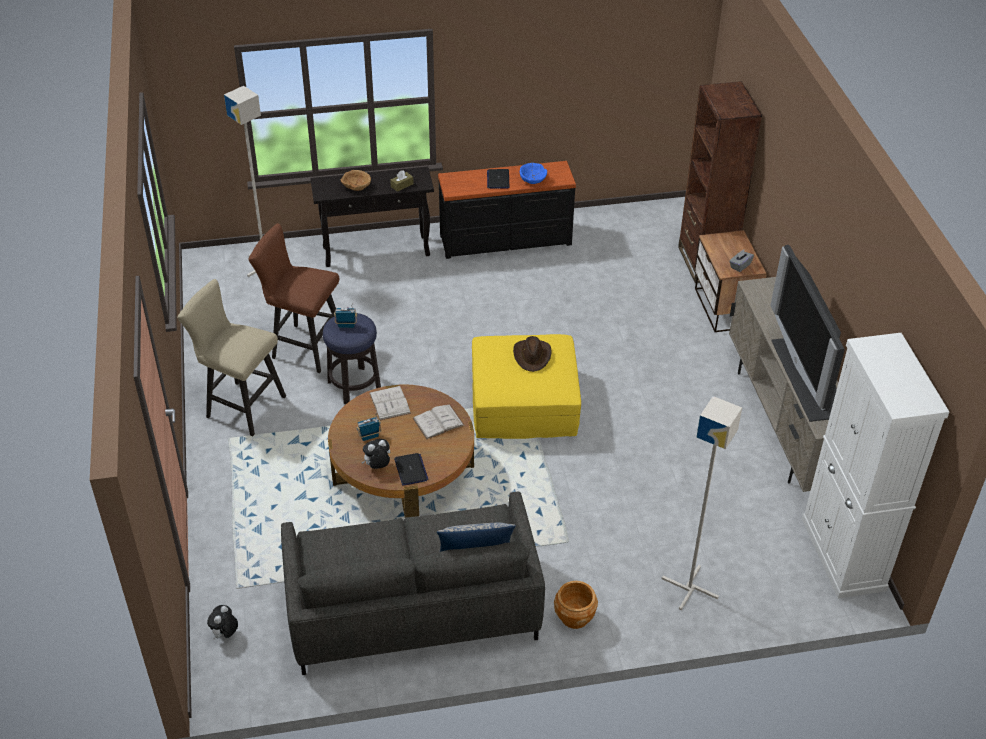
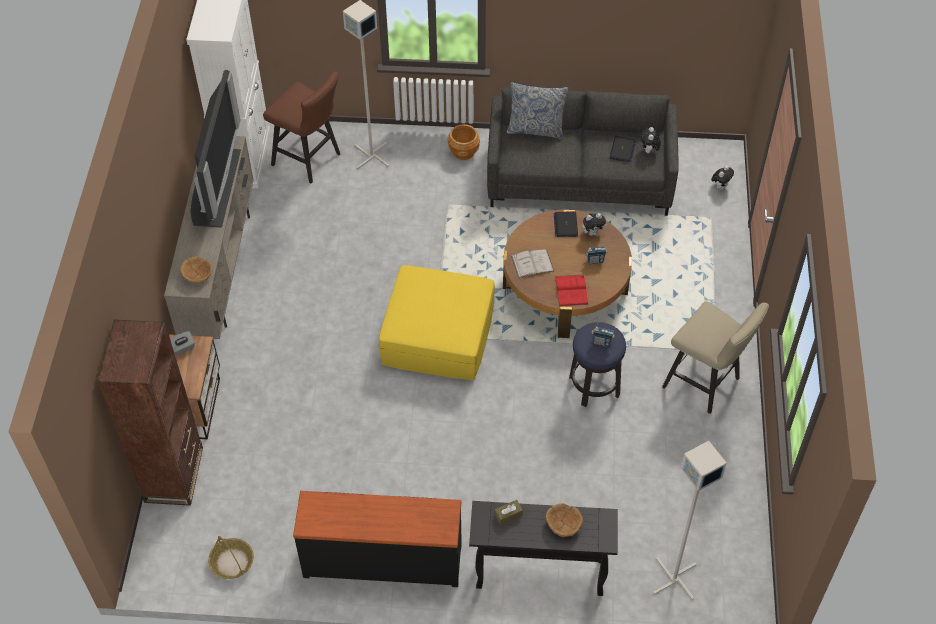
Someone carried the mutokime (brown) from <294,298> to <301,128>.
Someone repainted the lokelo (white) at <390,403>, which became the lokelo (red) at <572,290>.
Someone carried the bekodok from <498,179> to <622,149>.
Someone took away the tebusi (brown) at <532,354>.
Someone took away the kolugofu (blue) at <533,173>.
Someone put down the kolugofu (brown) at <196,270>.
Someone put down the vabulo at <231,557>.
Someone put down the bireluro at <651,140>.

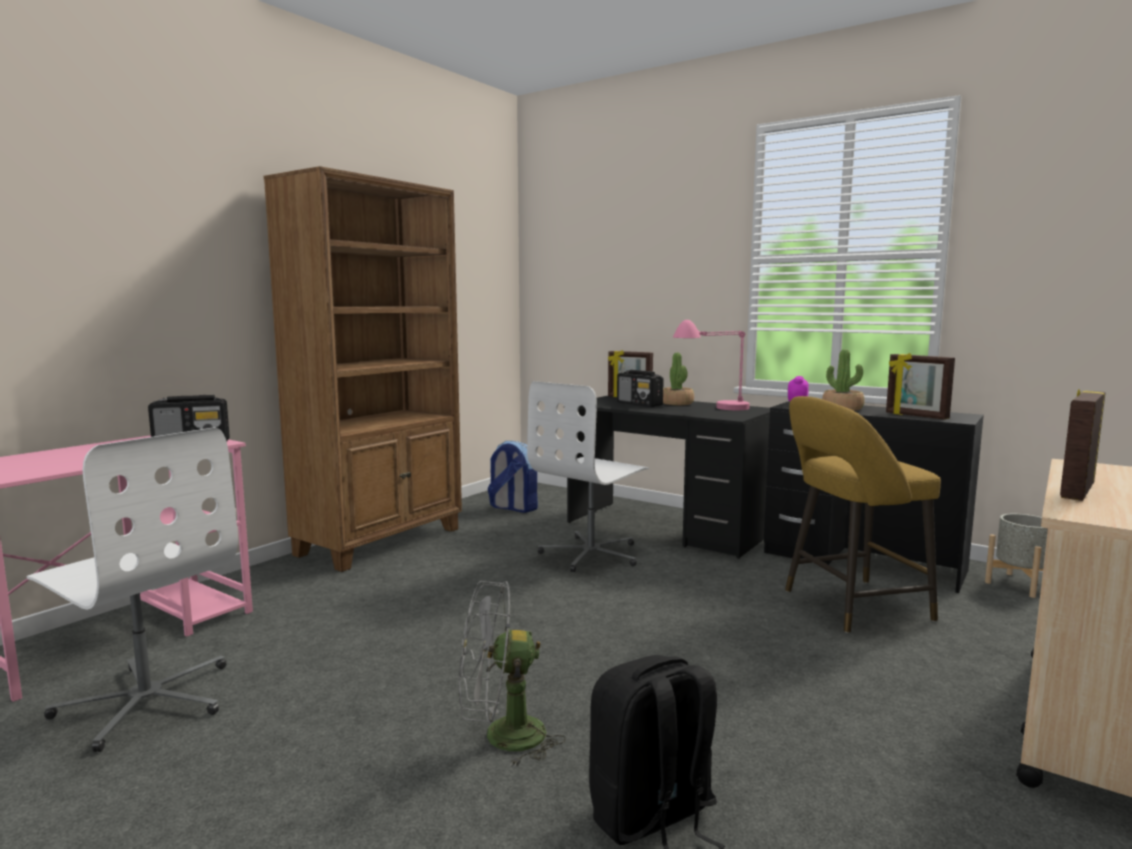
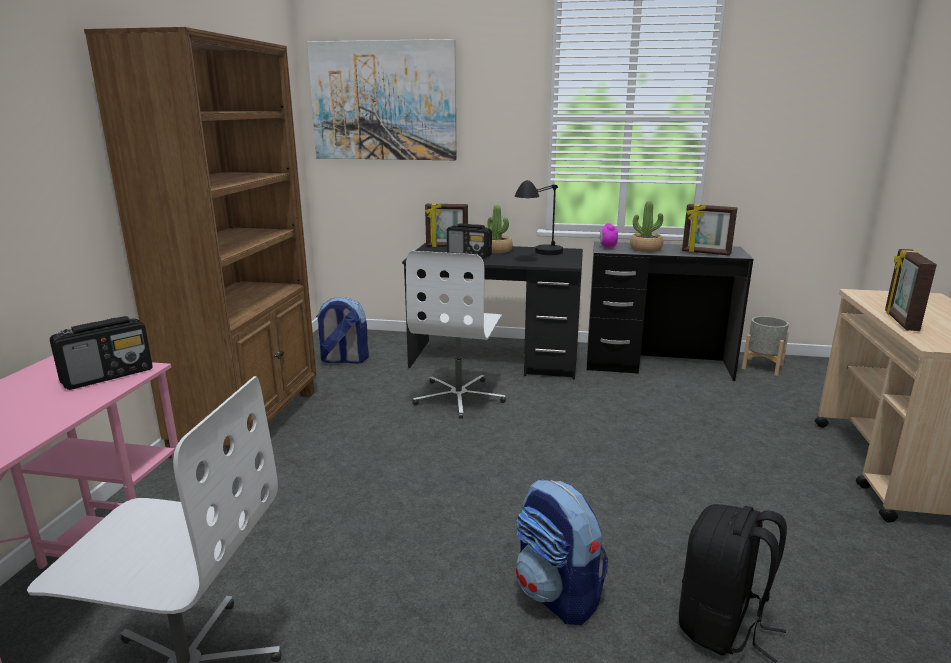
Someone swapped the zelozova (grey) at <512,674> for the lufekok at <562,552>.
Someone repainted the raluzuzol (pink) at <711,365>, which became the raluzuzol (black) at <539,217>.
Someone took away the mutokime (yellow) at <863,514>.
Someone put up the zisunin at <382,99>.

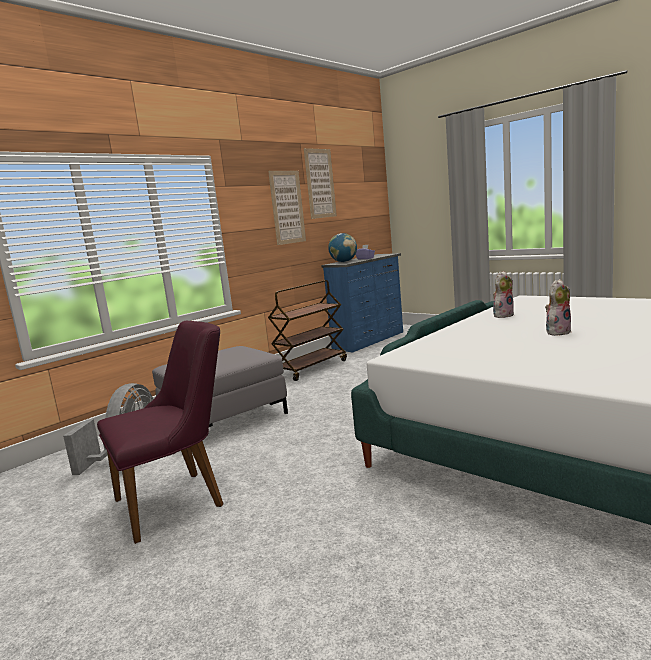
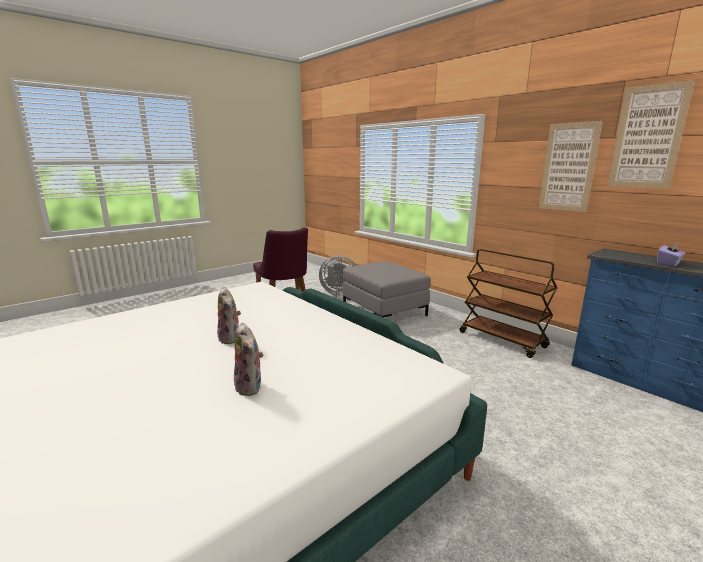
Someone took away the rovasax at <342,247>.
Someone carried the bireluro from <503,294> to <248,359>.

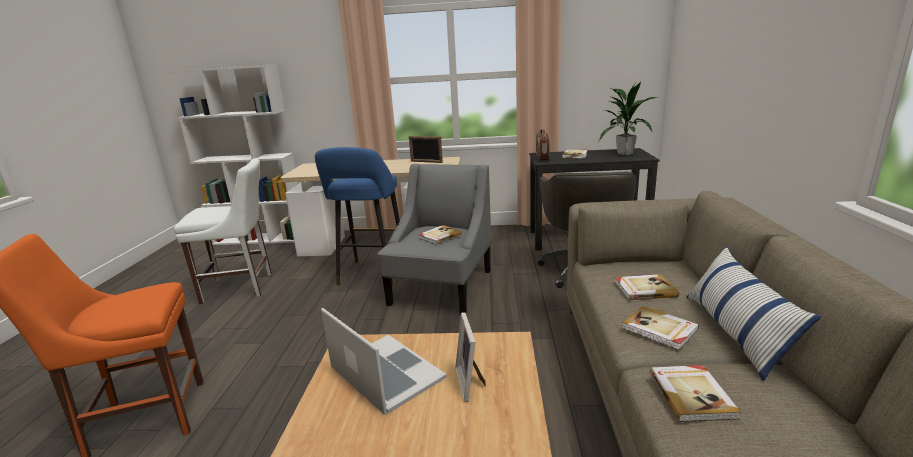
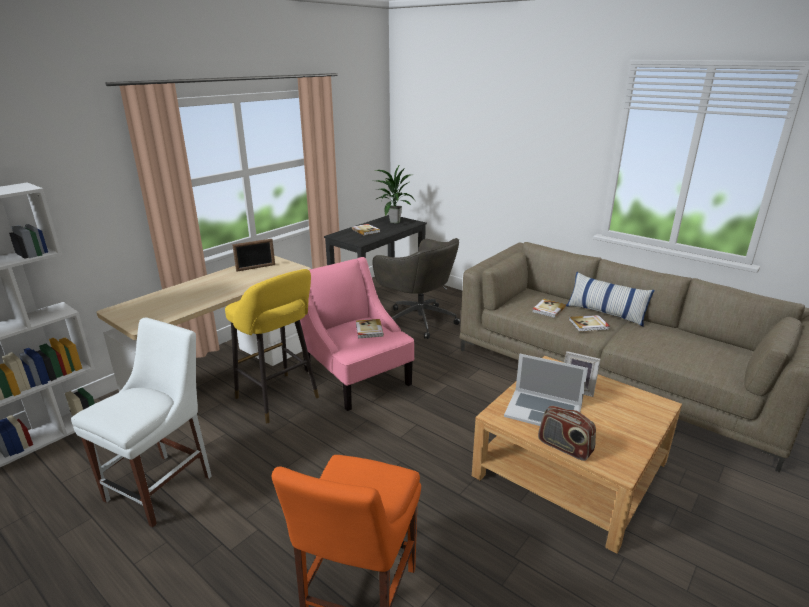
Someone repainted the mutokime (blue) at <357,216>, which became the mutokime (yellow) at <272,346>.
Someone rotated the bekodok at <384,361> by 150 degrees counterclockwise.
Someone repainted the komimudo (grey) at <434,239>, which became the komimudo (pink) at <357,334>.
Someone carried the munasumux from <543,145> to <567,433>.
Someone took away the lokelo at <695,393>.

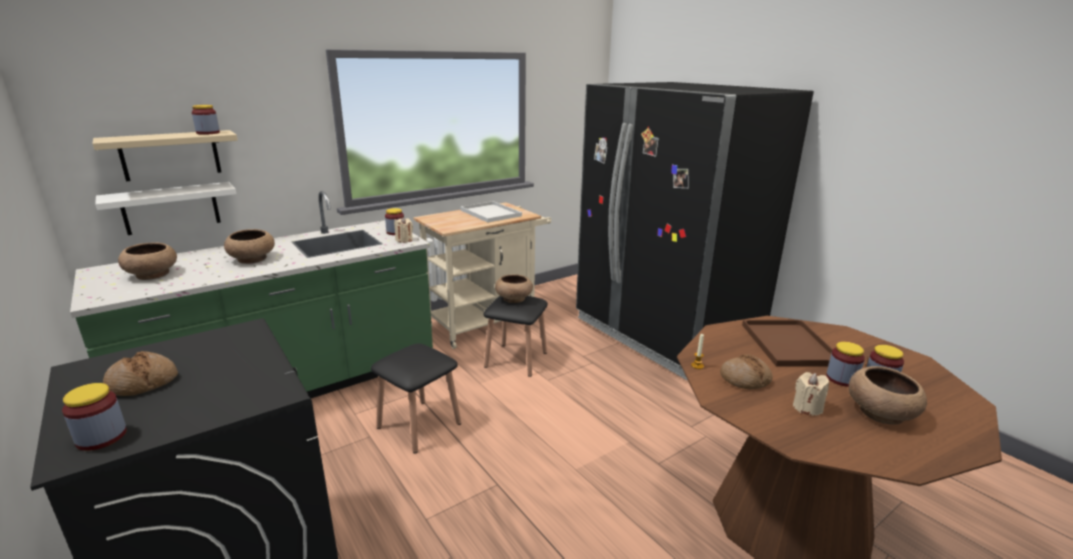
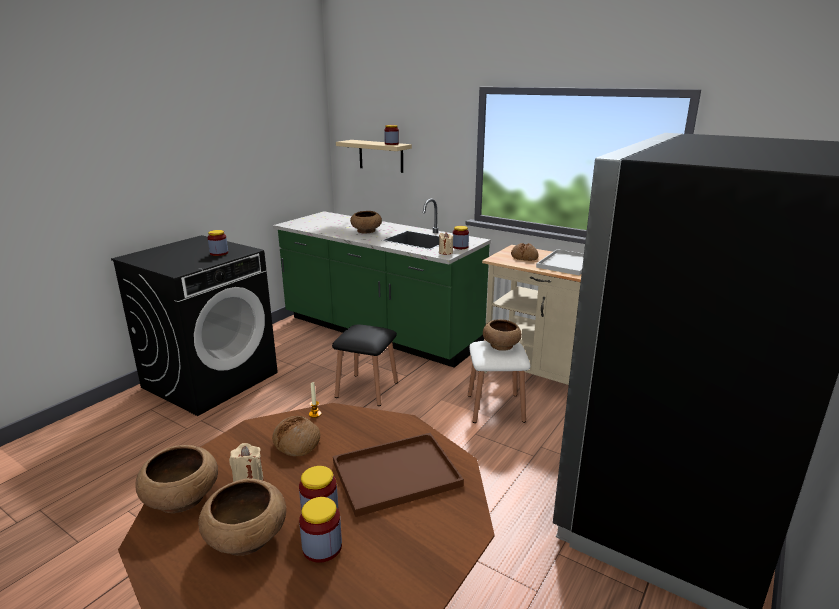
Someone carried the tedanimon from <94,417> to <218,243>.
Someone took away the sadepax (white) at <165,208>.
Someone carried the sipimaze from <140,373> to <525,252>.
Someone carried the kolugofu (brown) from <147,261> to <177,479>.
Someone repainted the mutokime (black) at <515,336>, which became the mutokime (white) at <499,382>.

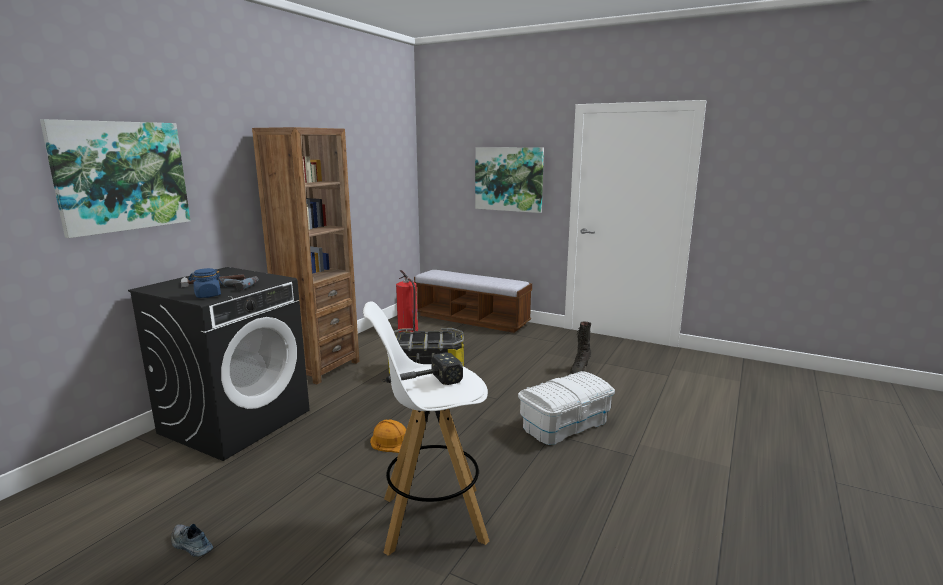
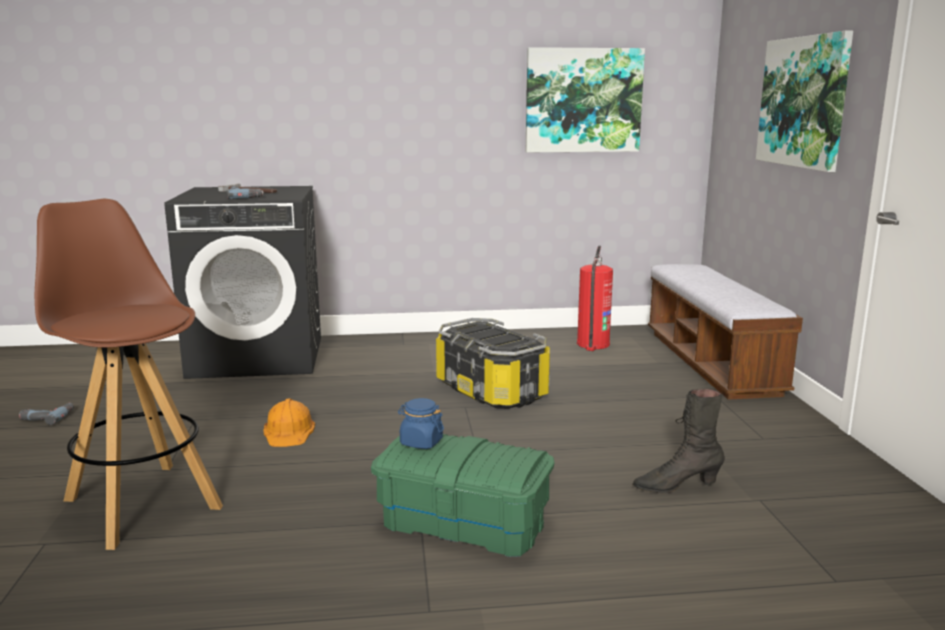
Someone carried the zisunin from <115,178> to <585,99>.
Someone swapped the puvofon at <192,540> for the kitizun at <46,414>.
Someone carried the tedanimon (blue) from <205,283> to <421,423>.
Someone took away the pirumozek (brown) at <305,255>.
Someone repainted the mutokime (white) at <426,428>, which became the mutokime (brown) at <129,374>.
Someone took away the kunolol at <422,368>.
Someone repainted the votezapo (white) at <566,408>, which became the votezapo (green) at <463,495>.

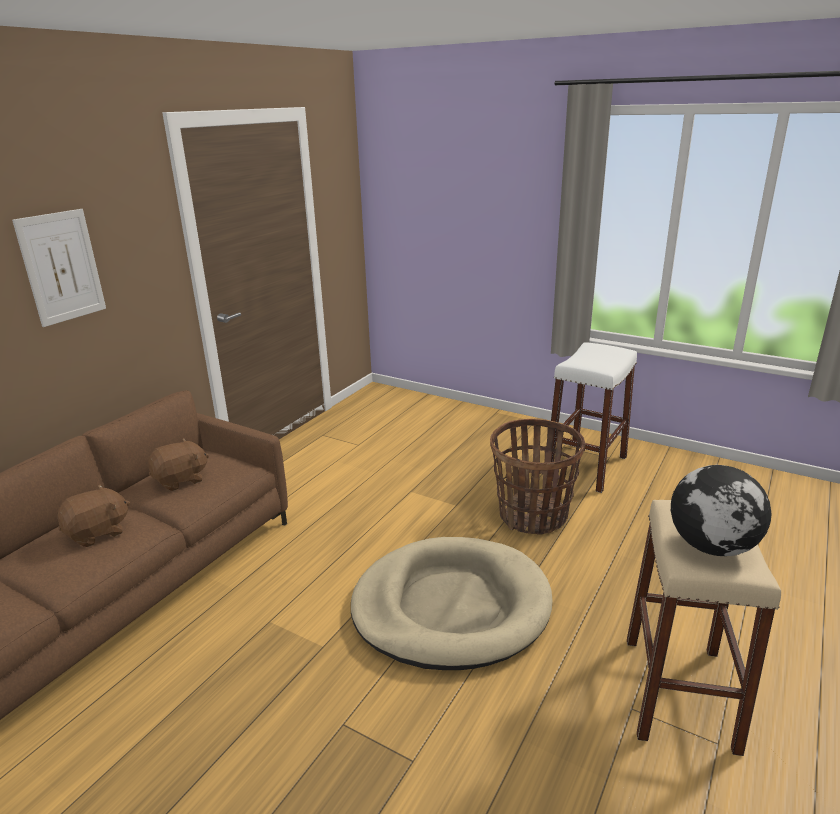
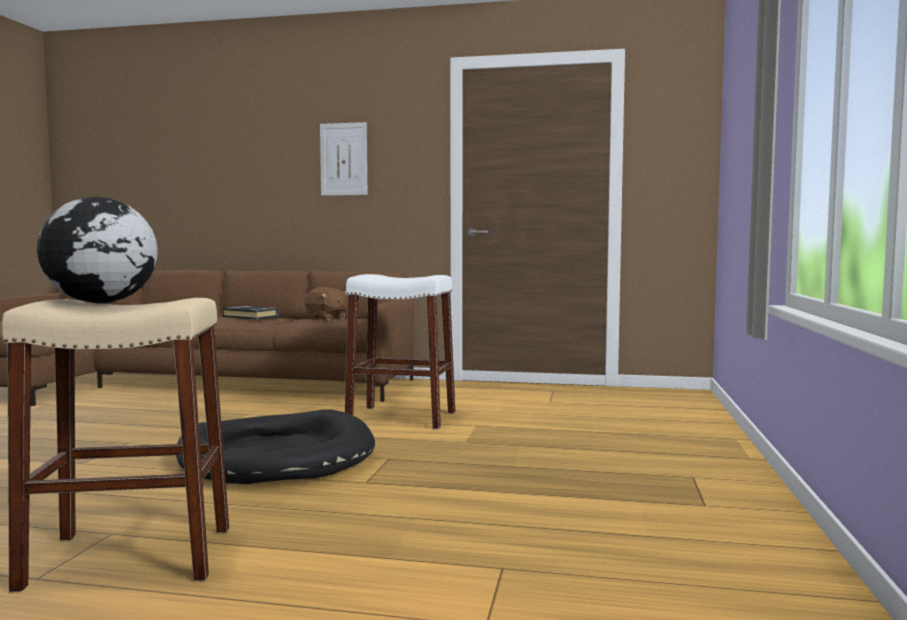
Someone swapped the bireluro (brown) at <94,516> for the lokelo (black) at <251,313>.
Someone repainted the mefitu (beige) at <452,603>, which became the mefitu (black) at <275,447>.
Someone took away the vabulo at <538,476>.
Someone carried the mutokime (white) from <594,417> to <400,351>.

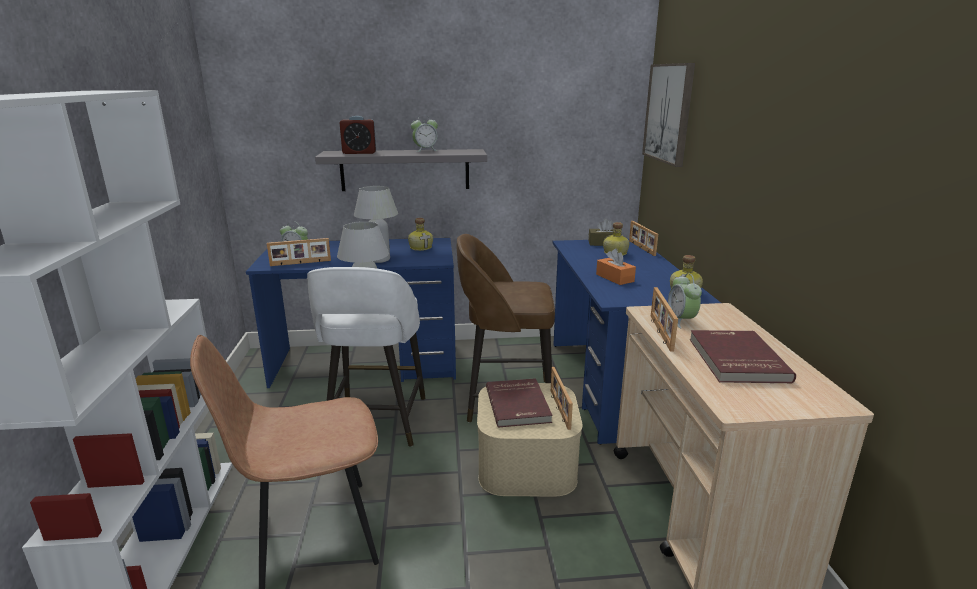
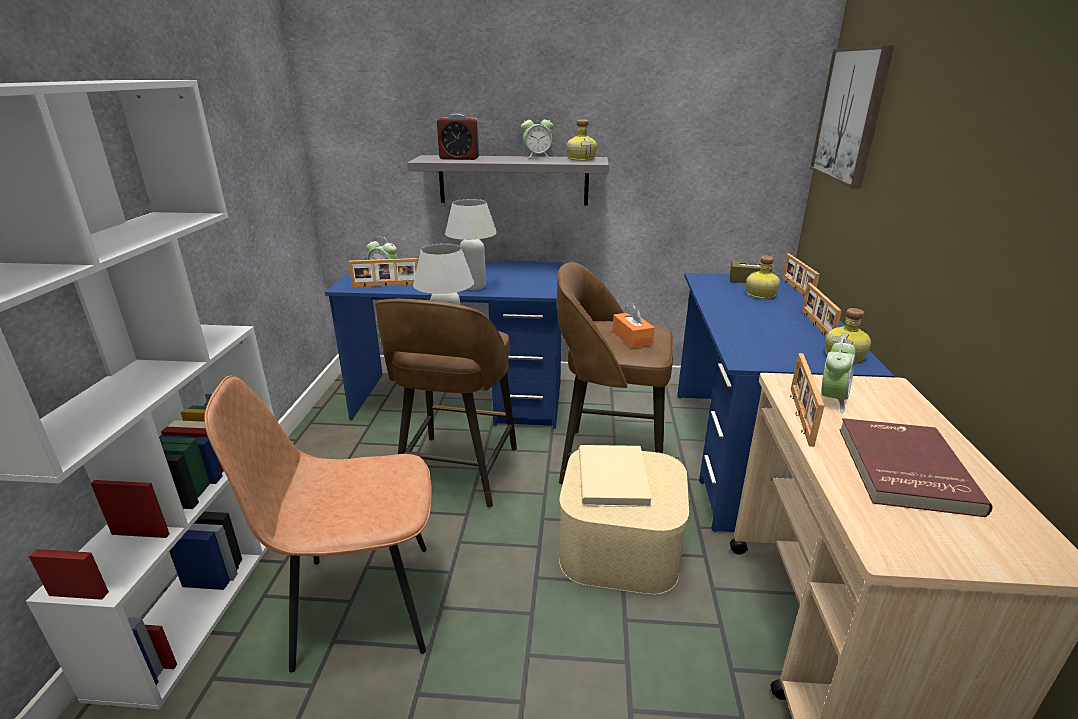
Someone repainted the mutokime (white) at <366,357>, which became the mutokime (brown) at <446,403>.
Someone carried the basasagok from <420,234> to <582,140>.
Someone repainted the lokelo (red) at <519,403>, which became the lokelo (beige) at <615,476>.
Someone carried the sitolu from <562,398> to <822,309>.
Someone carried the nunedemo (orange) from <616,267> to <634,325>.
Someone rotated the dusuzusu at <685,300> by 150 degrees counterclockwise.

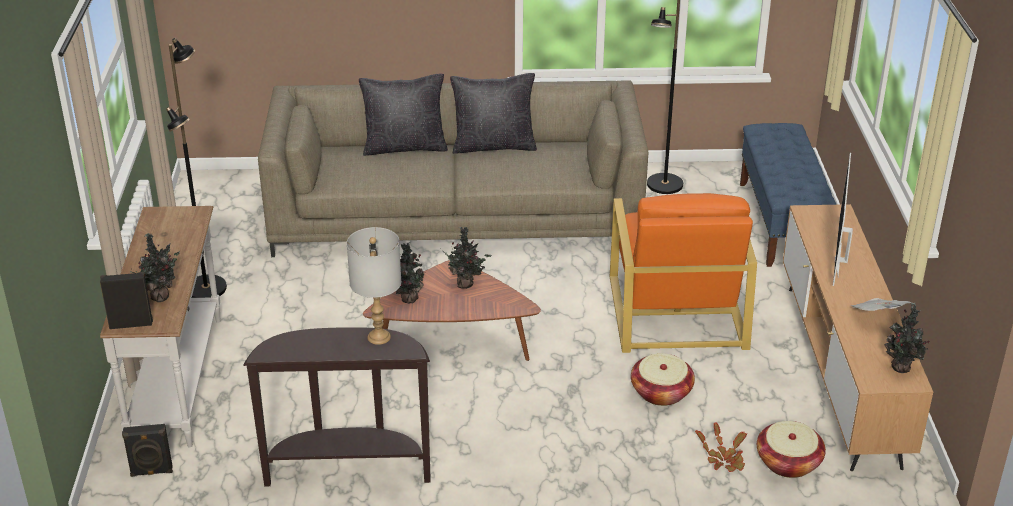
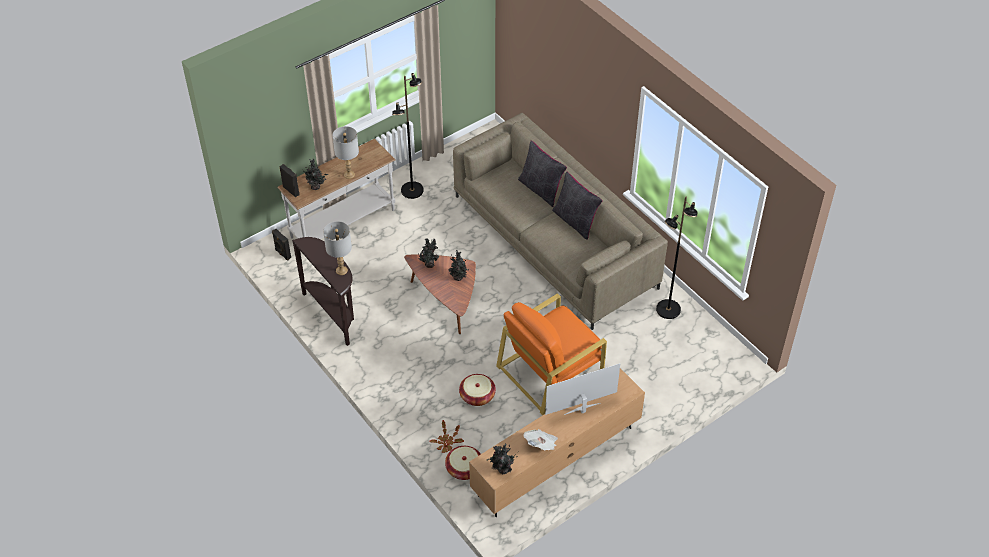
Someone took away the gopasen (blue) at <788,195>.
Someone put down the raluzuzol (grey) at <345,152>.

